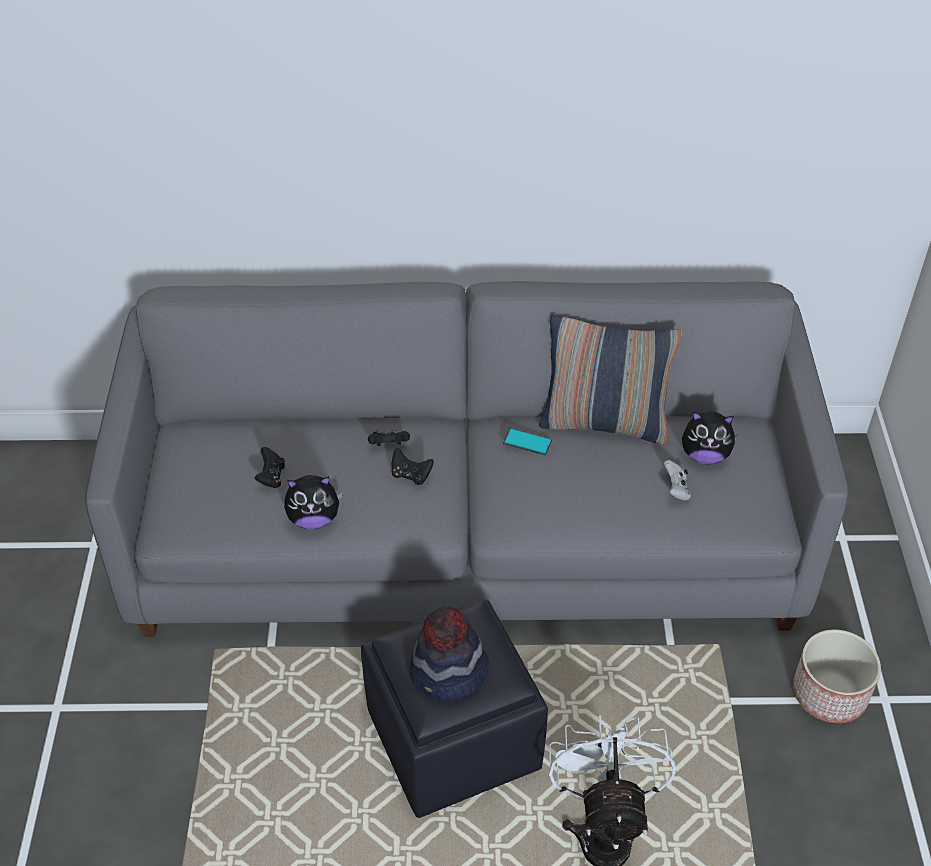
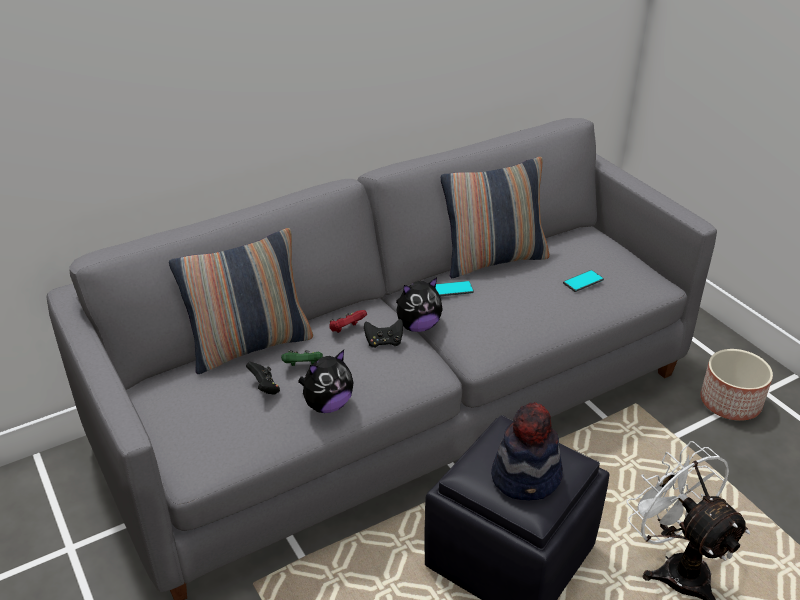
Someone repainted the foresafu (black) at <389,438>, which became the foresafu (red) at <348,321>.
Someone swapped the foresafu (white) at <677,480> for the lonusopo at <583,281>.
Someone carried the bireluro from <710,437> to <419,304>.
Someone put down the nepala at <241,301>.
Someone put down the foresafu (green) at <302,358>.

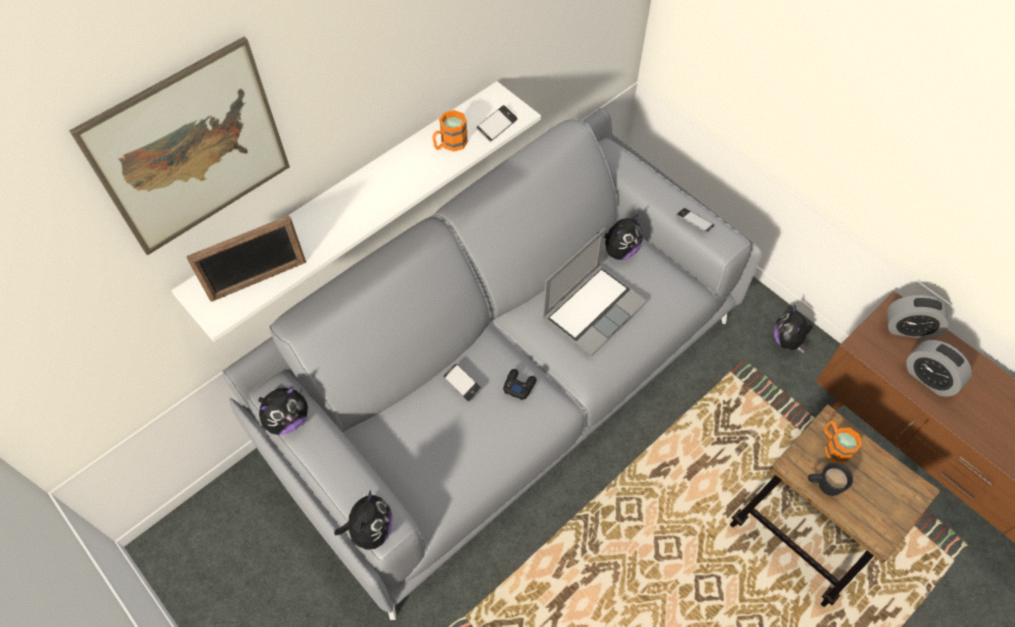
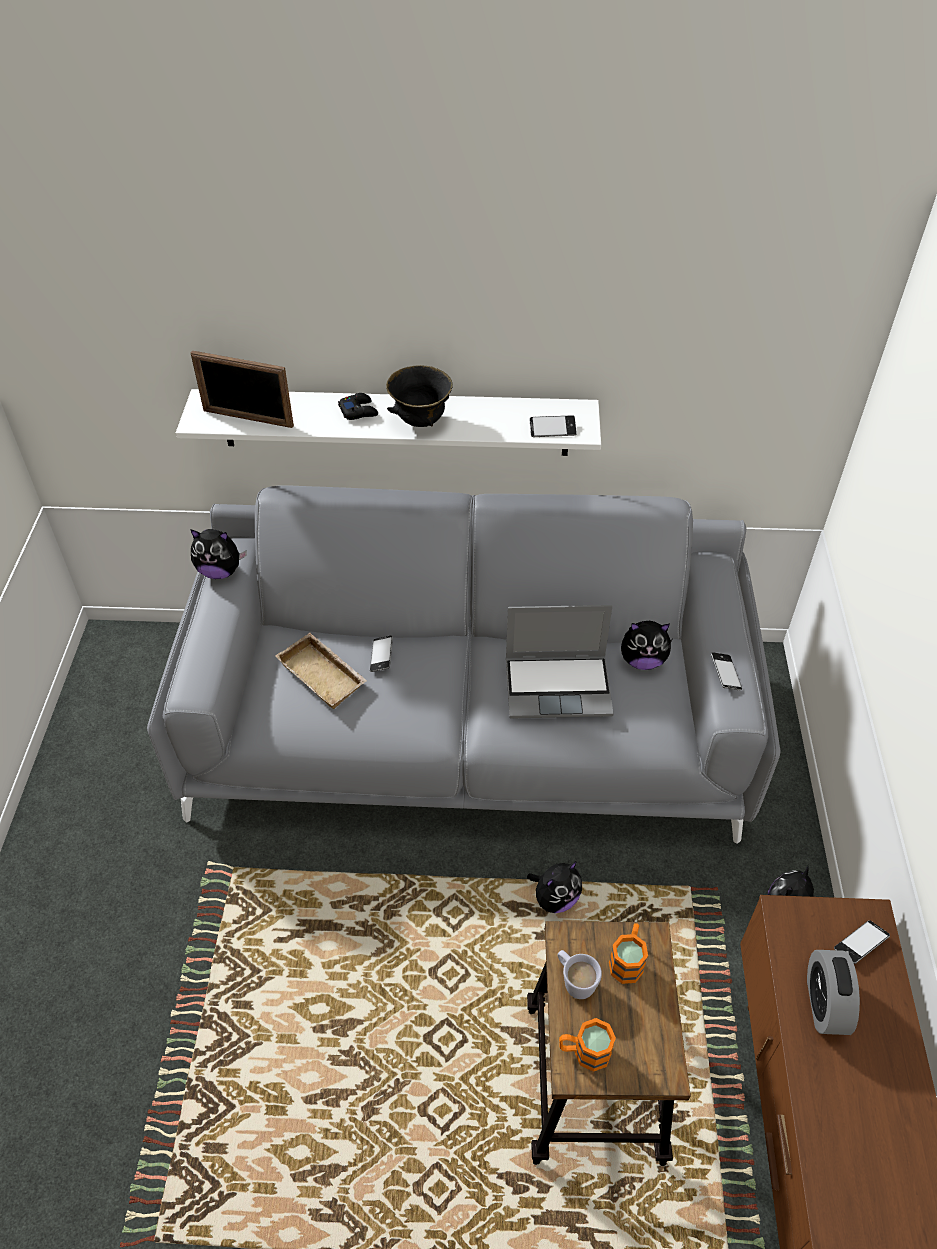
Someone took away the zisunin at <179,146>.
Someone carried the bireluro from <363,520> to <554,887>.
Someone carried the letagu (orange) from <450,131> to <587,1045>.
Someone carried the foresafu (black) from <520,384> to <358,406>.
Someone repainted the letagu (black) at <830,479>, which became the letagu (white) at <580,974>.
Someone swapped the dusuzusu at <918,317> for the lonusopo at <862,942>.
Someone put down the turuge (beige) at <321,671>.
Someone put down the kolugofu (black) at <419,396>.

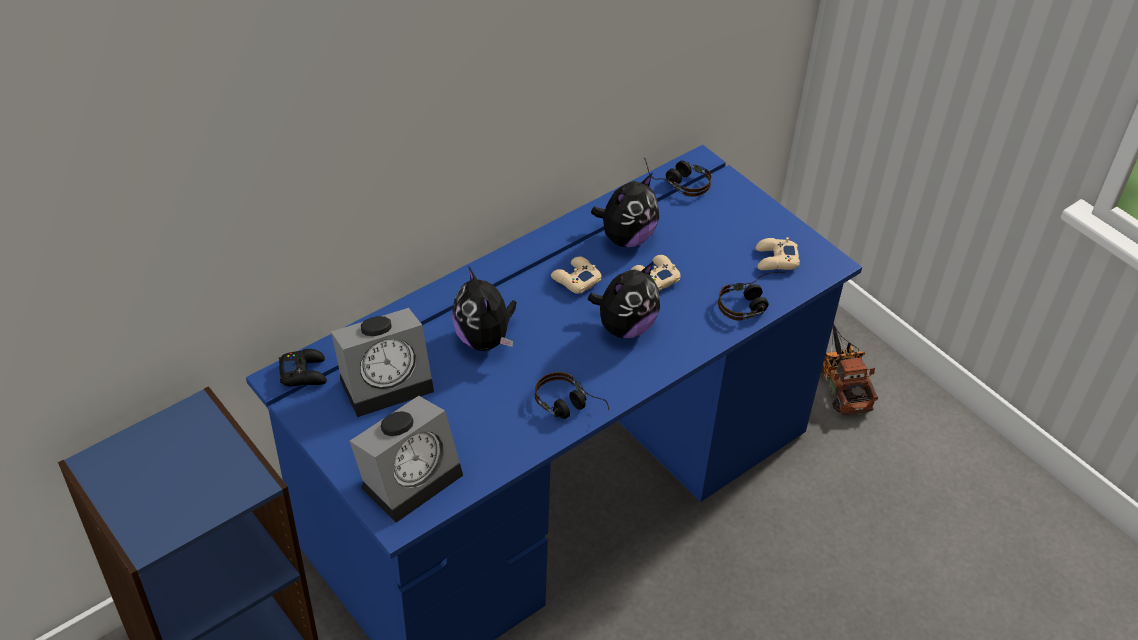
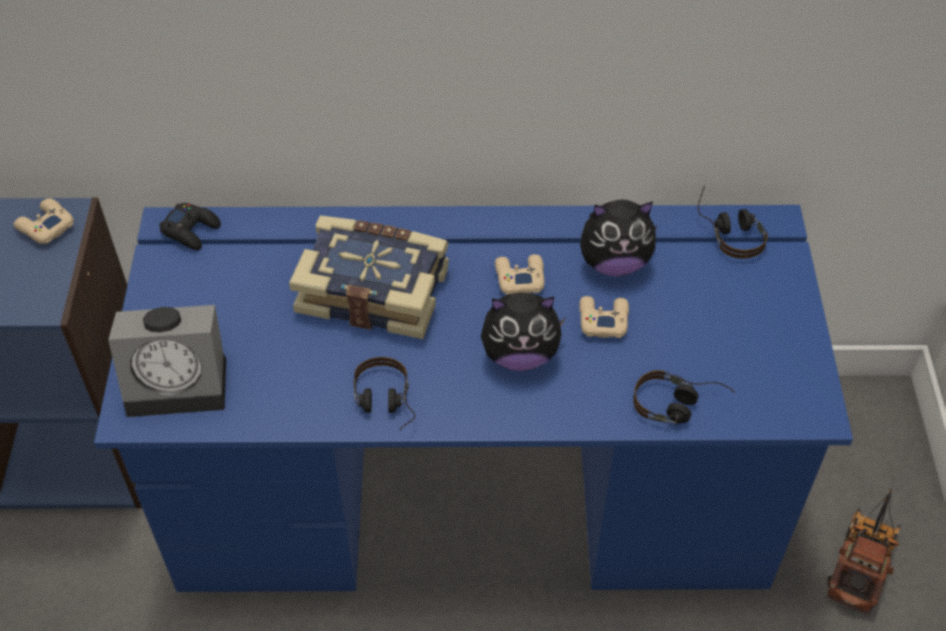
Someone took away the dusuzusu at <382,362>.
Someone swapped the bireluro at <484,308> for the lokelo at <369,277>.
Someone carried the foresafu (beige) from <778,253> to <43,221>.

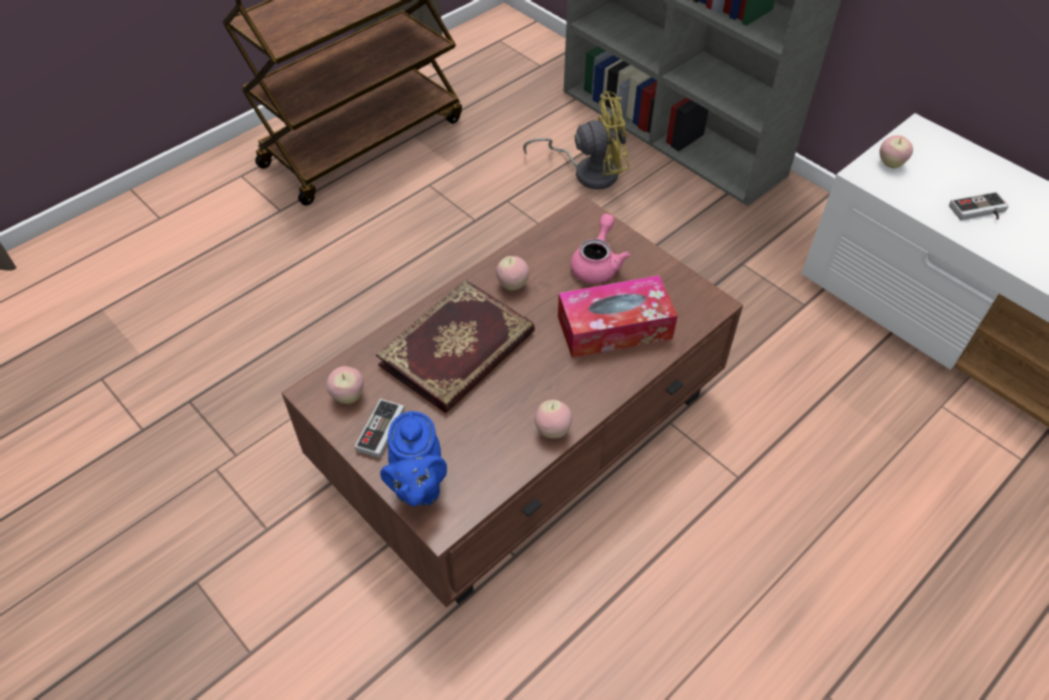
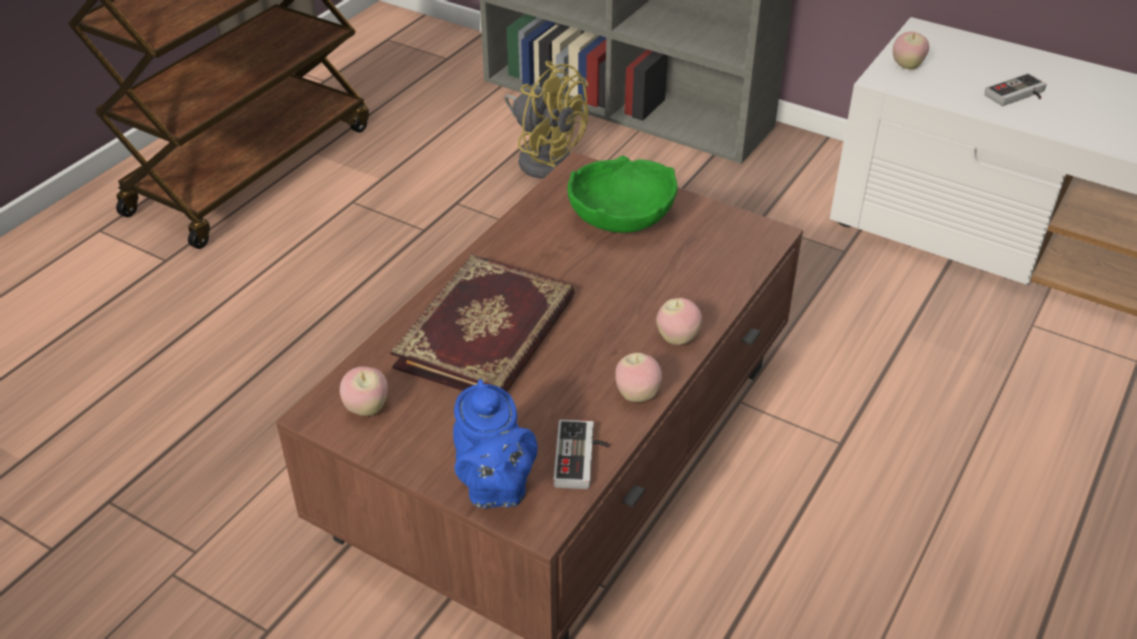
Someone carried the foresafu from <380,428> to <582,454>.
Someone carried the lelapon from <512,273> to <679,321>.
Someone rotated the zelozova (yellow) at <576,140> by 60 degrees clockwise.
Someone took away the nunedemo at <618,316>.
Someone swapped the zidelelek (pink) at <600,249> for the kolugofu (green) at <622,194>.

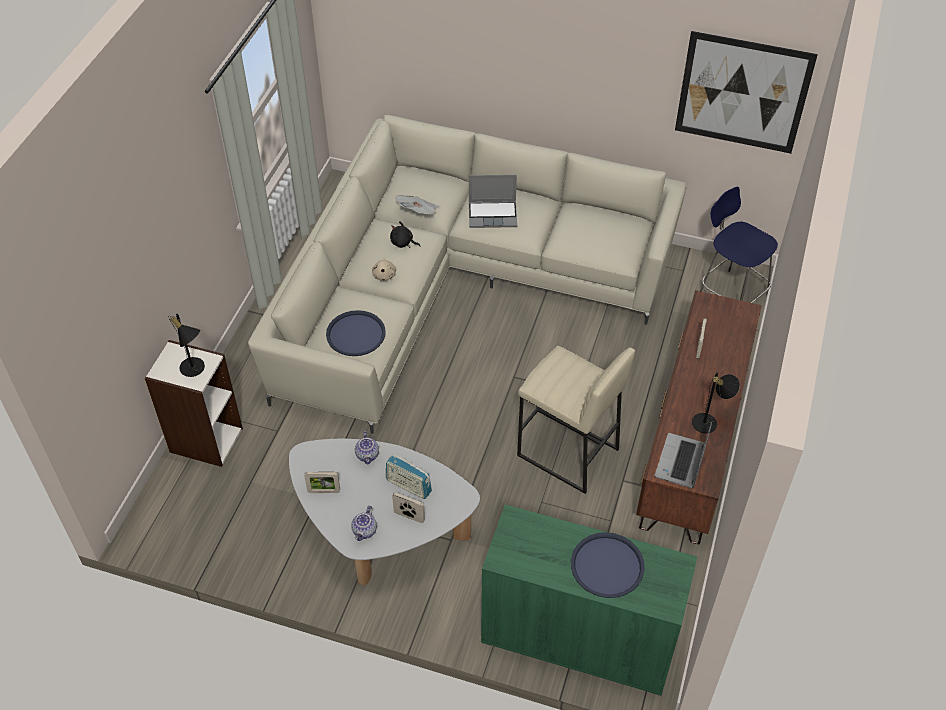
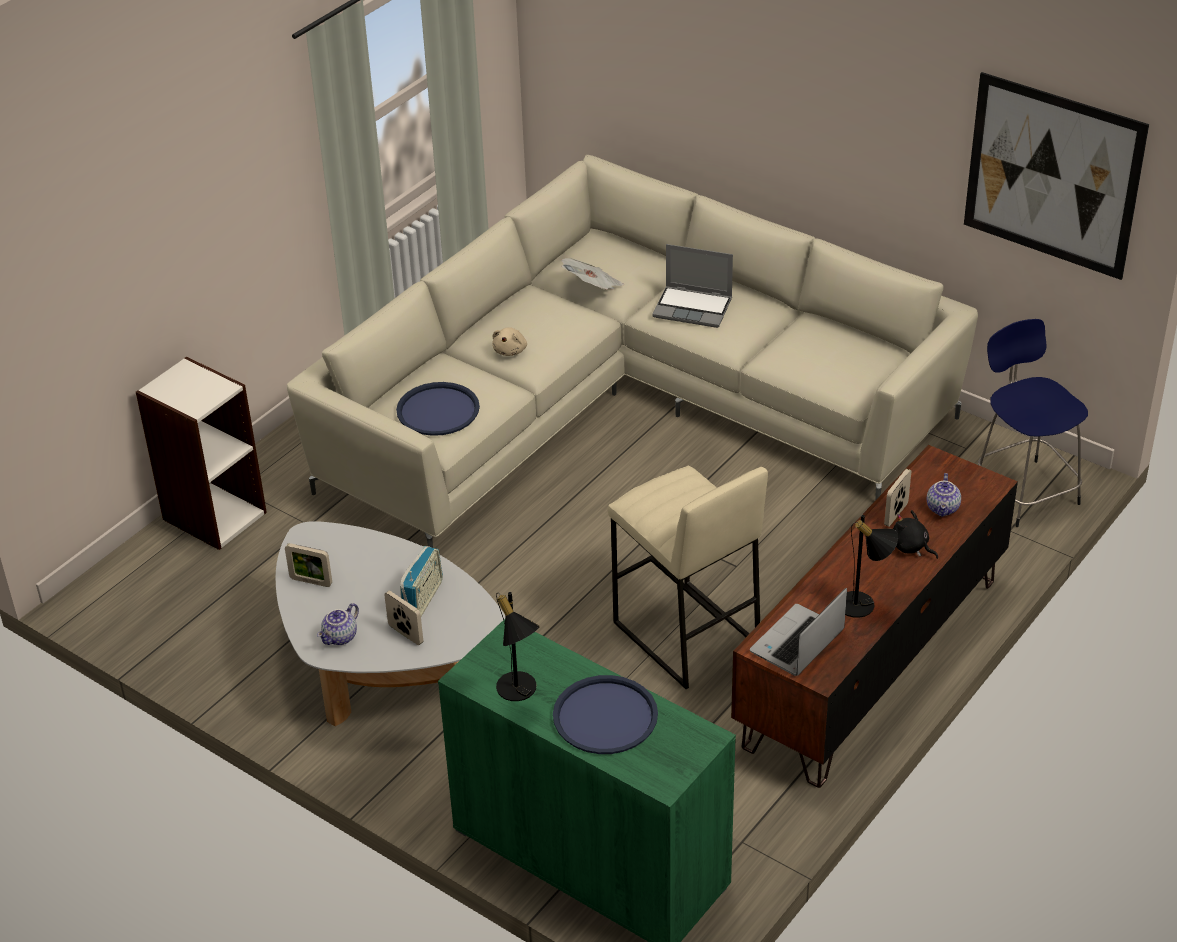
Someone carried the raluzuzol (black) from <187,345> to <518,646>.
Someone carried the zidelelek from <367,447> to <944,495>.
Someone rotated the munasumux at <409,477> by 120 degrees counterclockwise.
Someone carried the bireluro (black) from <405,234> to <915,534>.

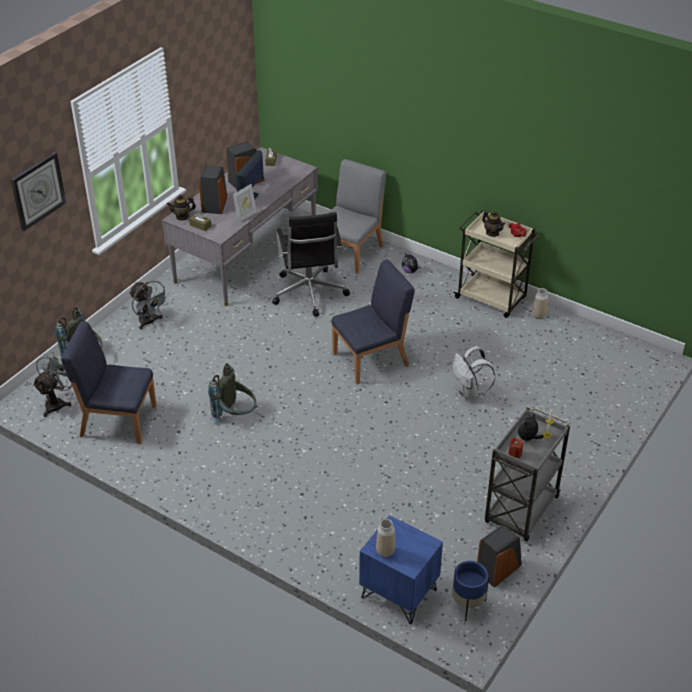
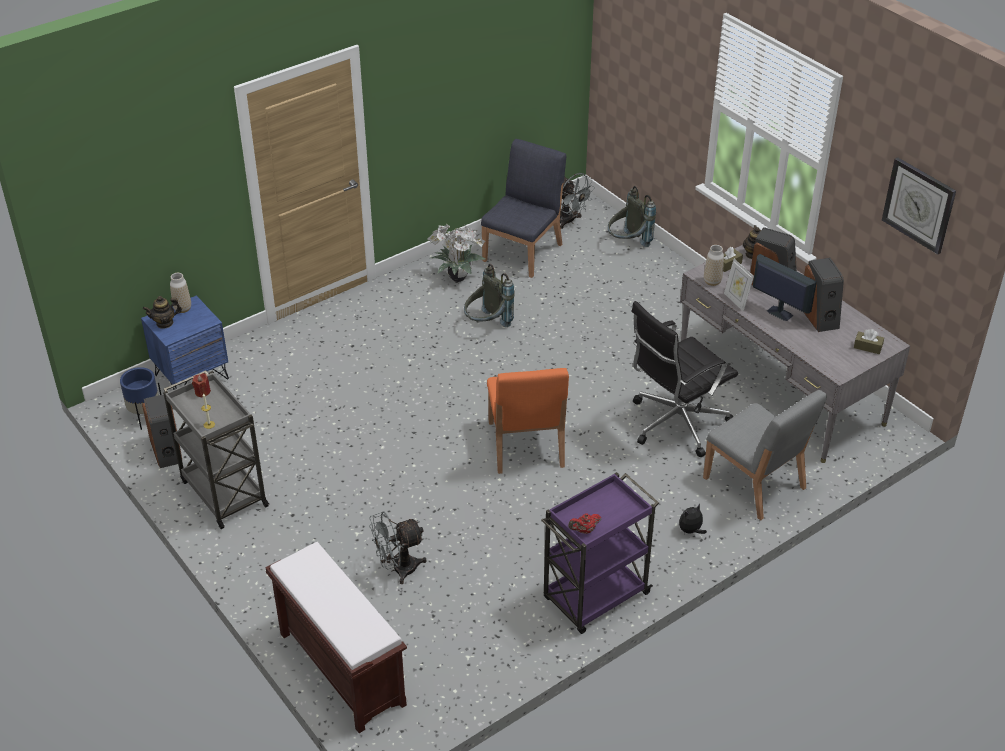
Someone carried the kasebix from <38,191> to <919,205>.
Someone carried the zelozova (grey) from <149,305> to <398,547>.
Someone rotated the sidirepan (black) at <311,264> by 45 degrees counterclockwise.
Someone repainted the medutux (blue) at <373,321>, which became the medutux (orange) at <528,421>.
Someone repainted the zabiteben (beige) at <496,264>, which became the zabiteben (purple) at <600,553>.
Someone took away the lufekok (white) at <474,373>.
Someone carried the zidelelek from <493,223> to <162,312>.
Someone took away the bireluro at <531,427>.
Someone carried the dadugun from <540,303> to <714,265>.
Someone put down the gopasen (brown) at <336,637>.
Someone put down the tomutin at <456,253>.

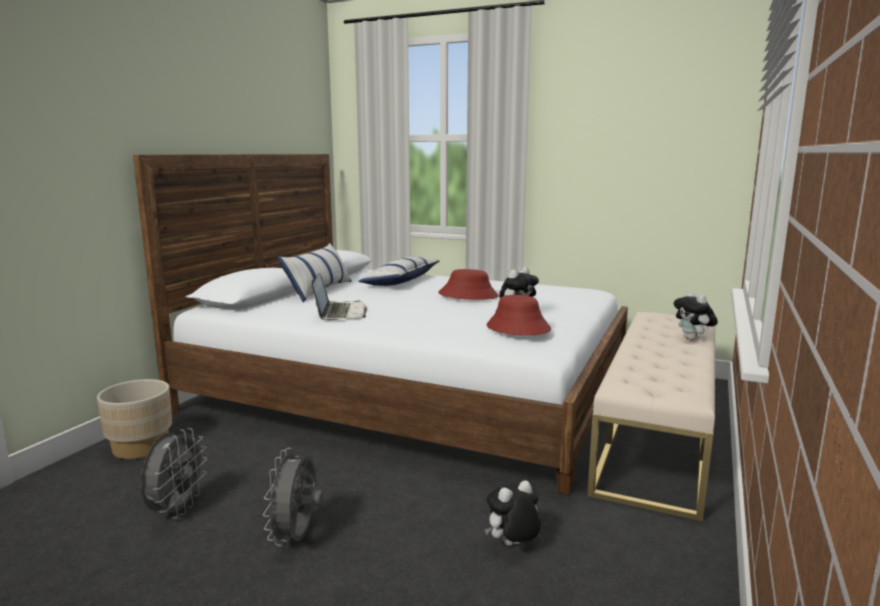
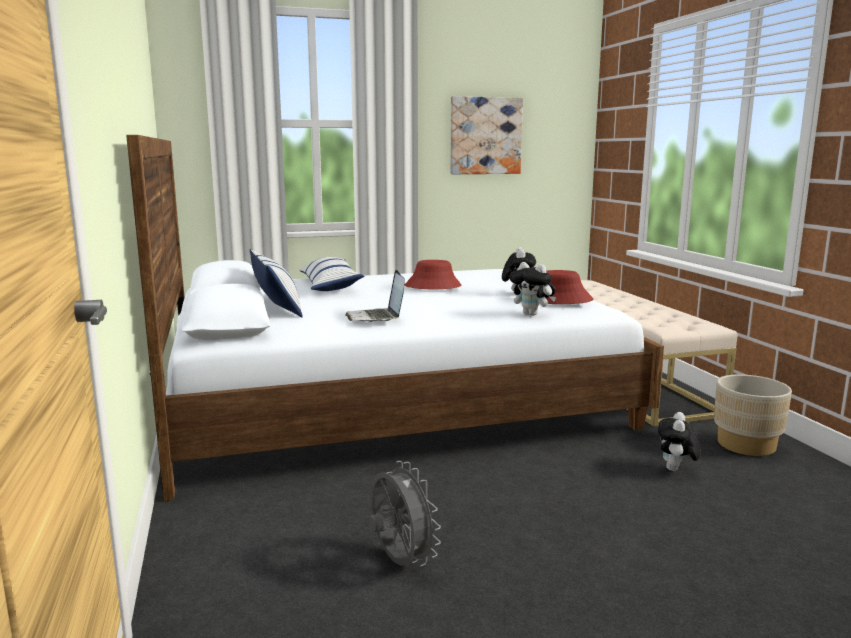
Someone carried the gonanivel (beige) from <134,419> to <753,415>.
Someone took away the zelozova (grey) at <293,497>.
Someone rotated the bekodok at <339,296> by 150 degrees counterclockwise.
Someone carried the bireluro from <696,315> to <533,289>.
Someone put up the zisunin at <486,135>.

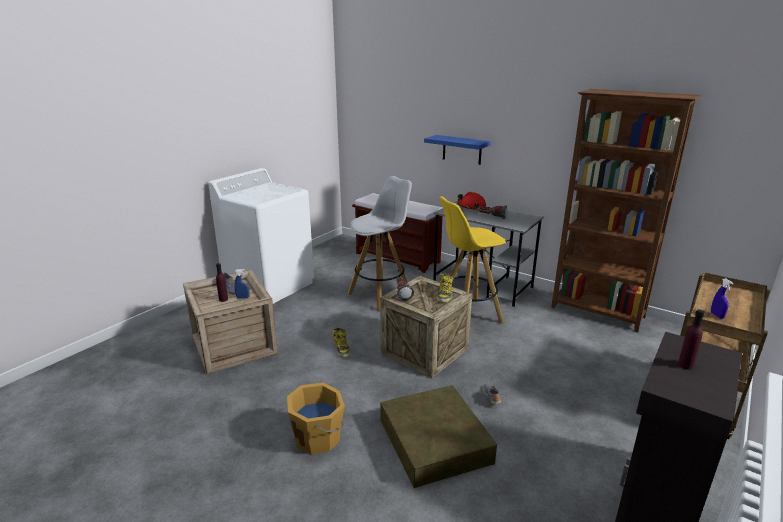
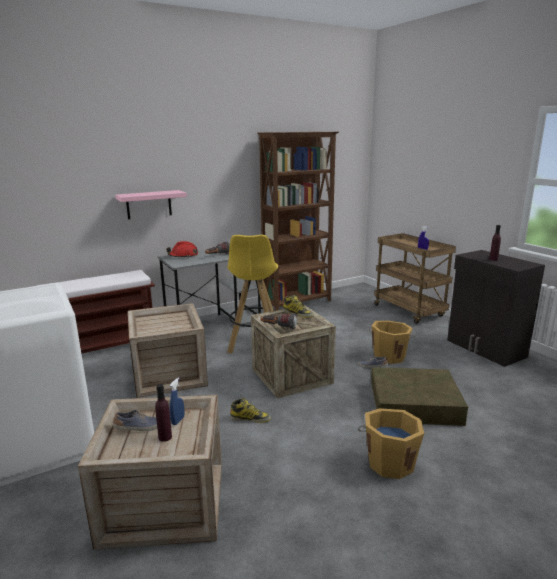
Someone swapped the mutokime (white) at <380,243> for the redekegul at <168,350>.
Someone repainted the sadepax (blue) at <457,150>, which became the sadepax (pink) at <151,204>.
Someone put down the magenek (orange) at <392,342>.

